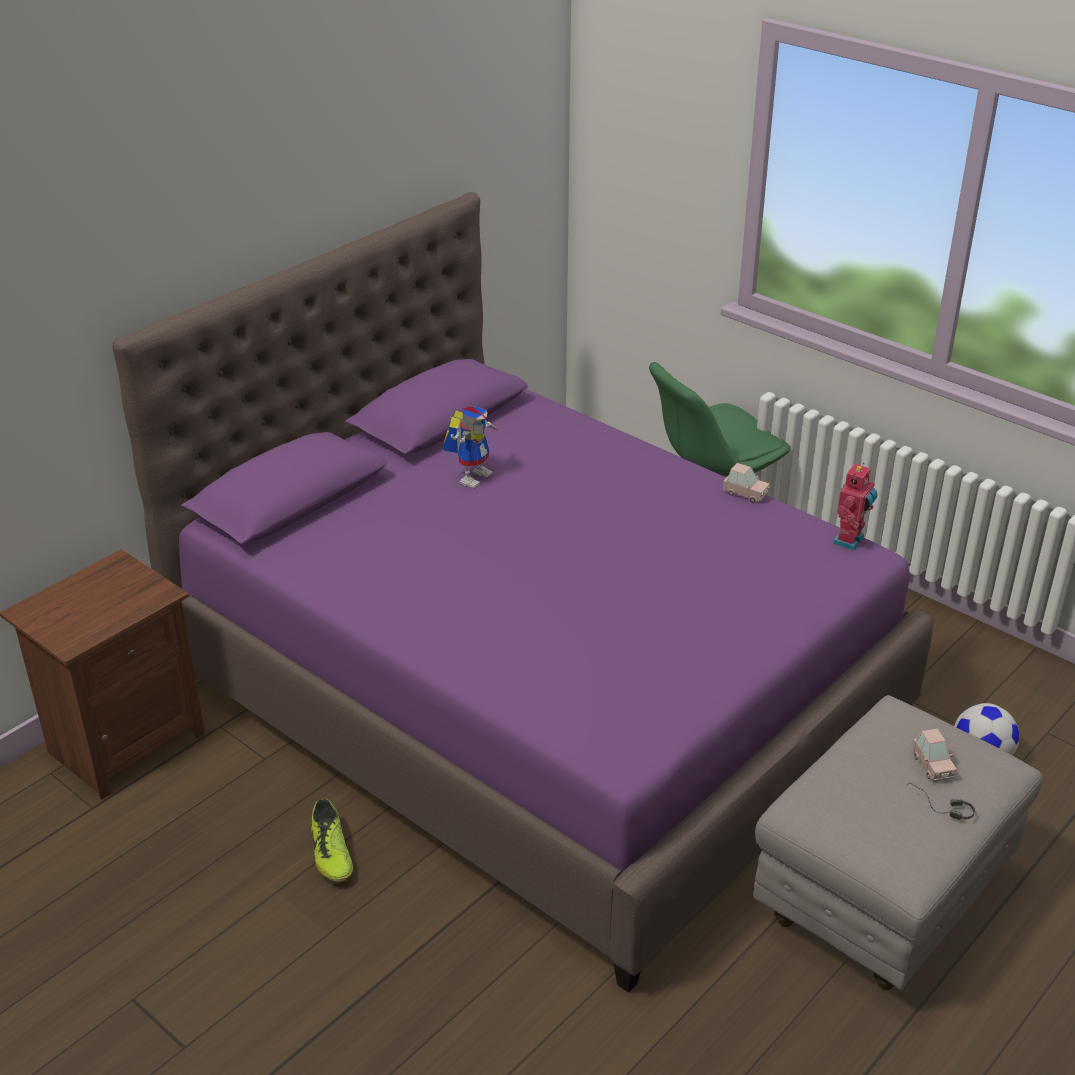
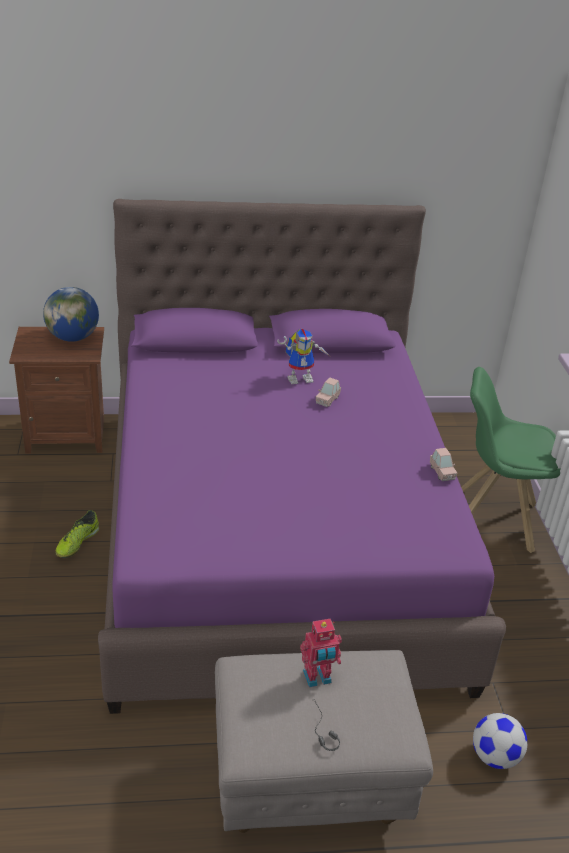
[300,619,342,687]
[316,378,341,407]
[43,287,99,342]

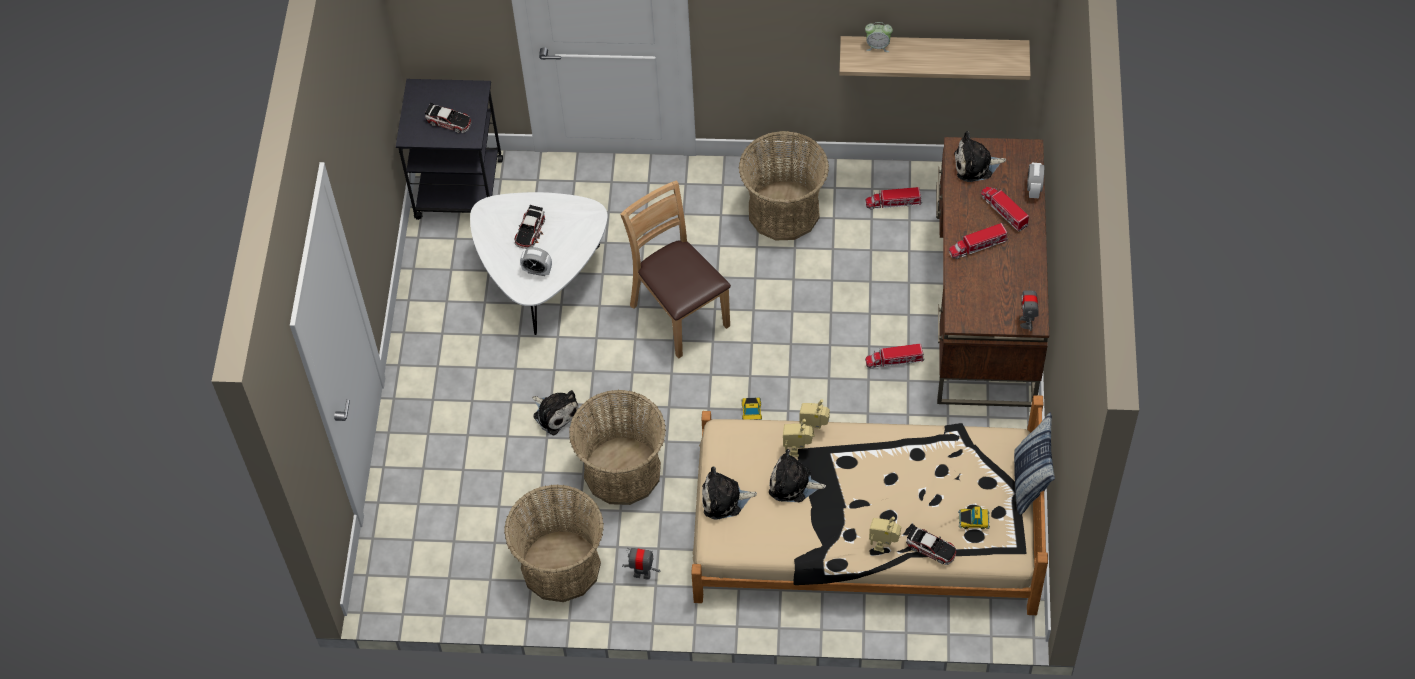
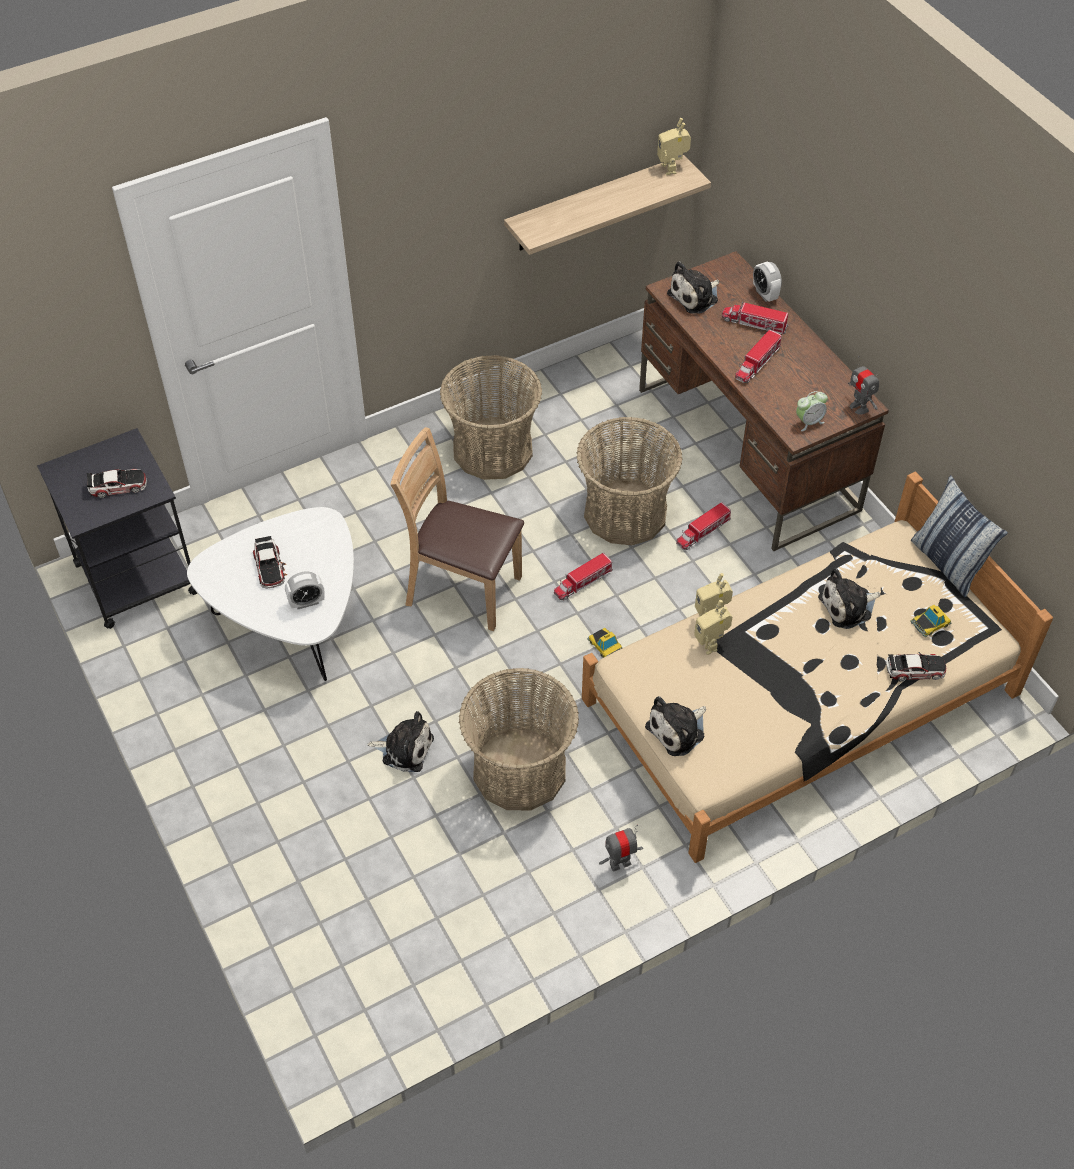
[796,391,828,431]
[554,553,613,600]
[818,568,880,629]
[576,417,682,545]
[657,118,691,175]

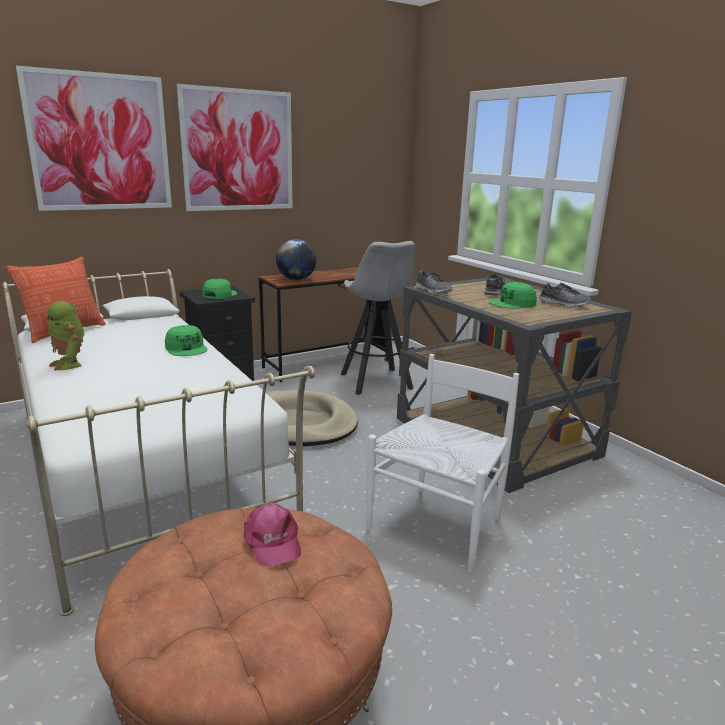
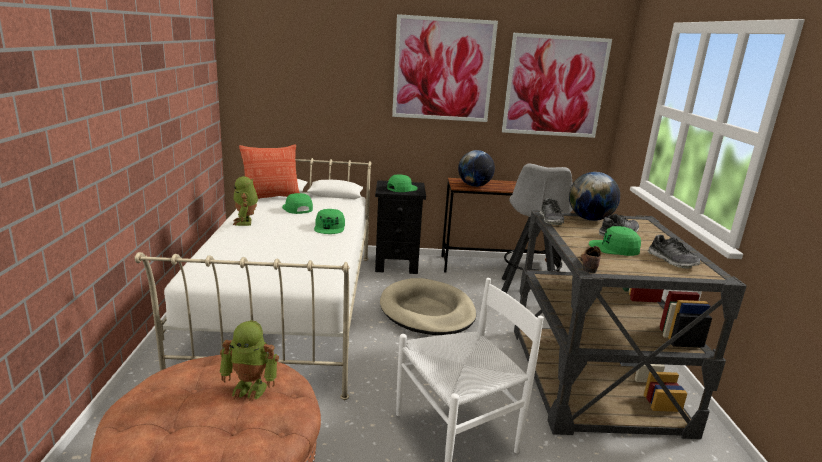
[502,33,612,138]
[220,320,279,401]
[569,172,620,221]
[282,193,313,214]
[580,246,601,273]

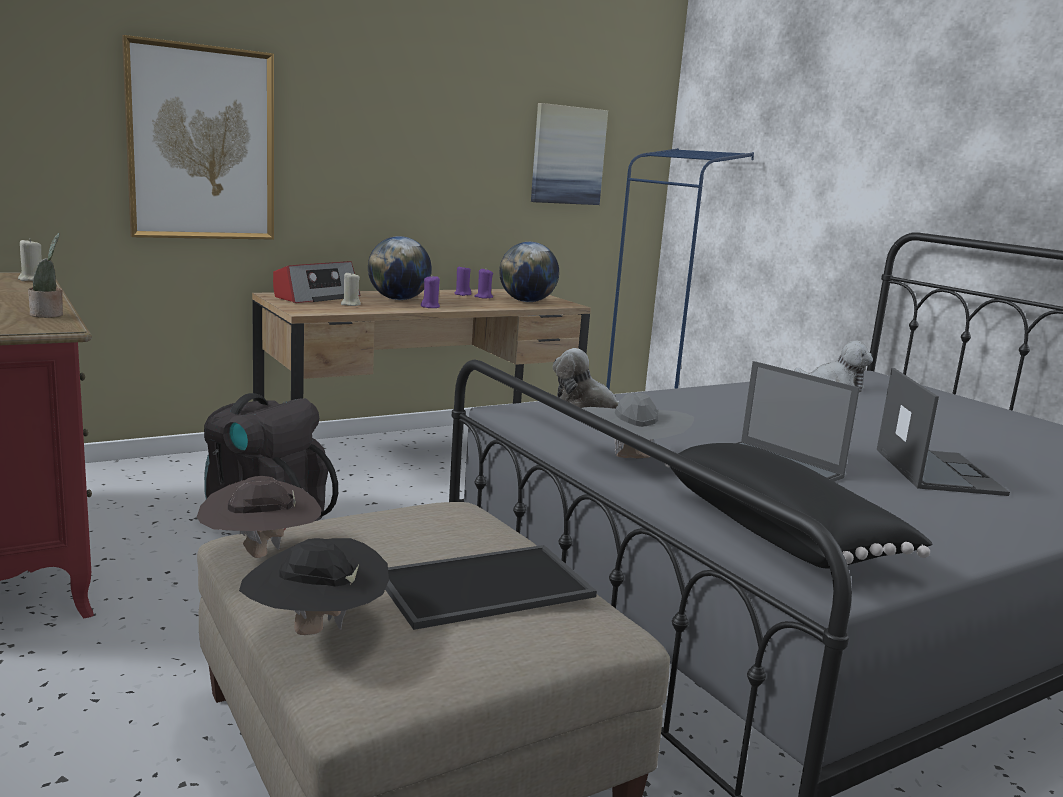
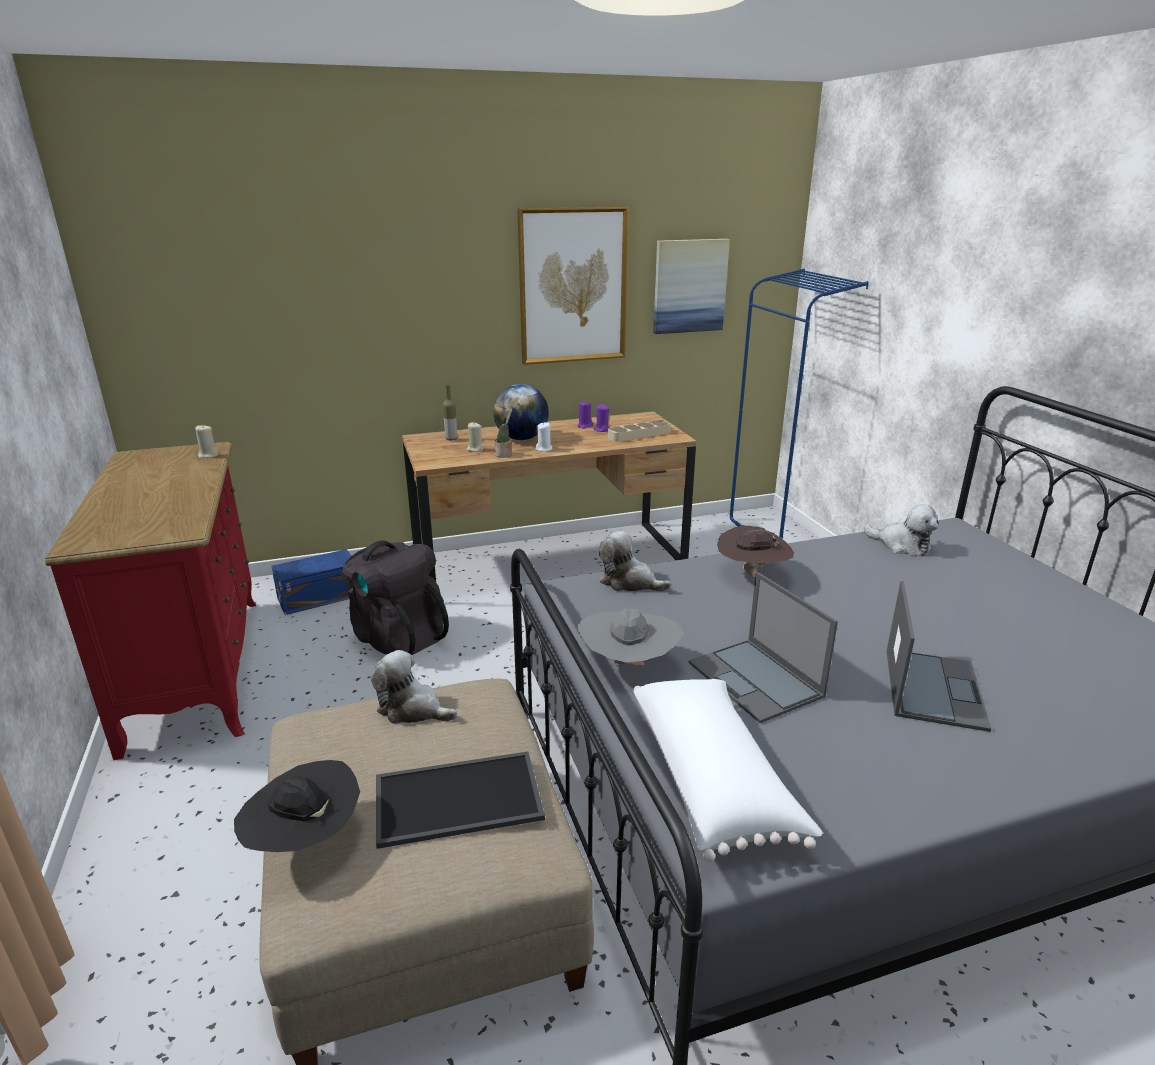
[517,207,629,365]
[494,409,512,458]
[608,420,671,442]
[443,385,457,441]
[535,422,552,452]
[634,679,822,862]
[717,525,794,577]
[271,549,351,615]
[371,650,457,724]

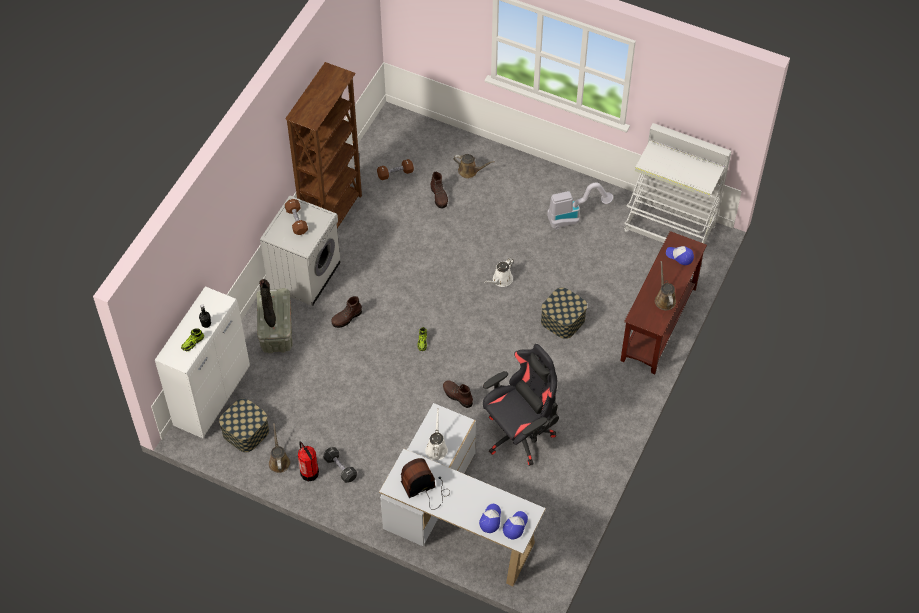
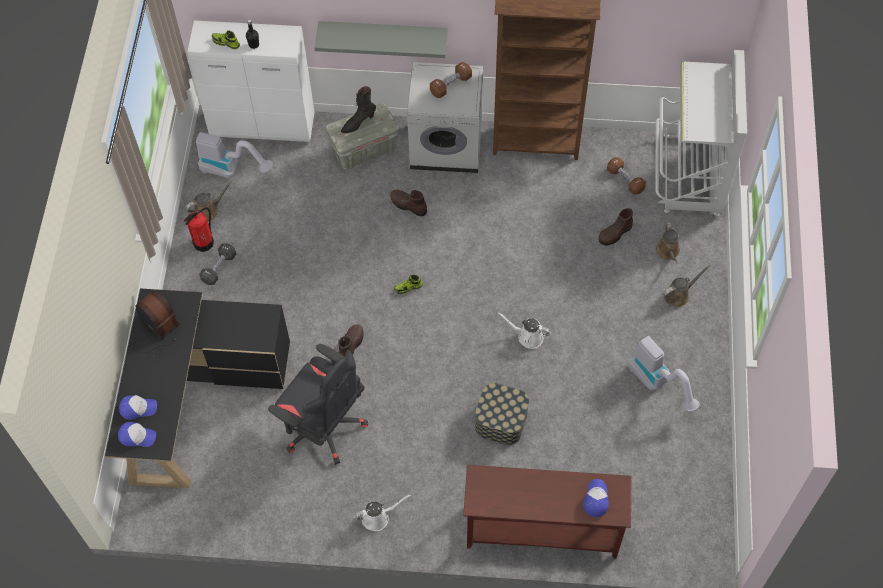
[656,50,747,216]
[663,265,711,307]
[196,132,273,177]
[105,288,290,489]
[354,494,411,531]
[315,21,448,58]

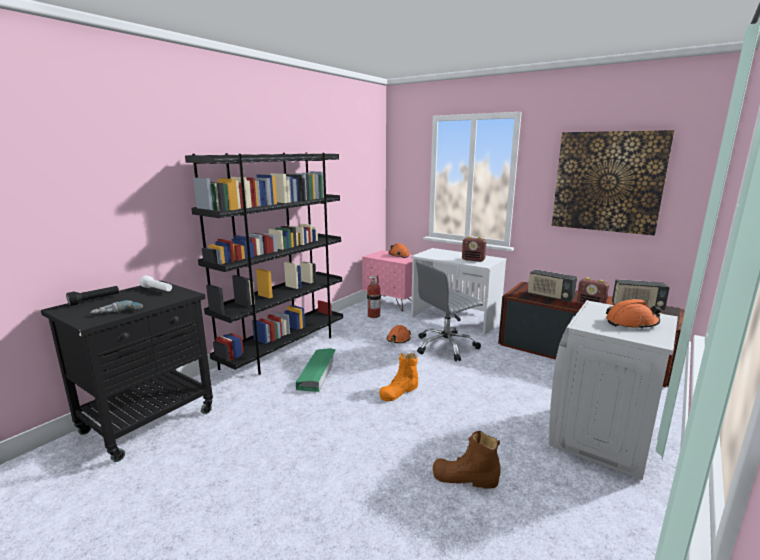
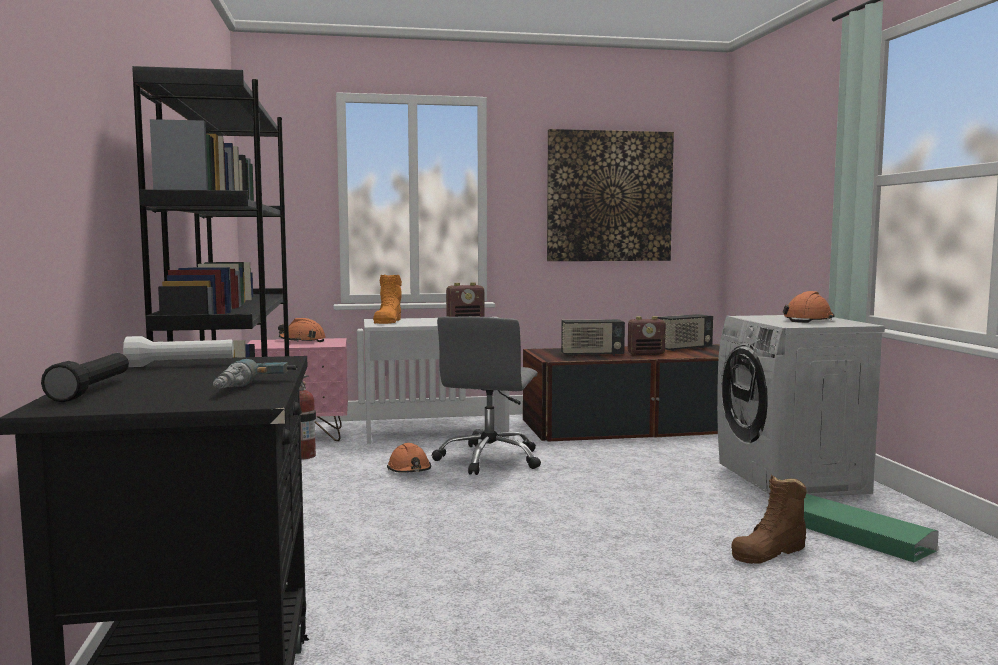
[804,494,939,562]
[373,275,402,324]

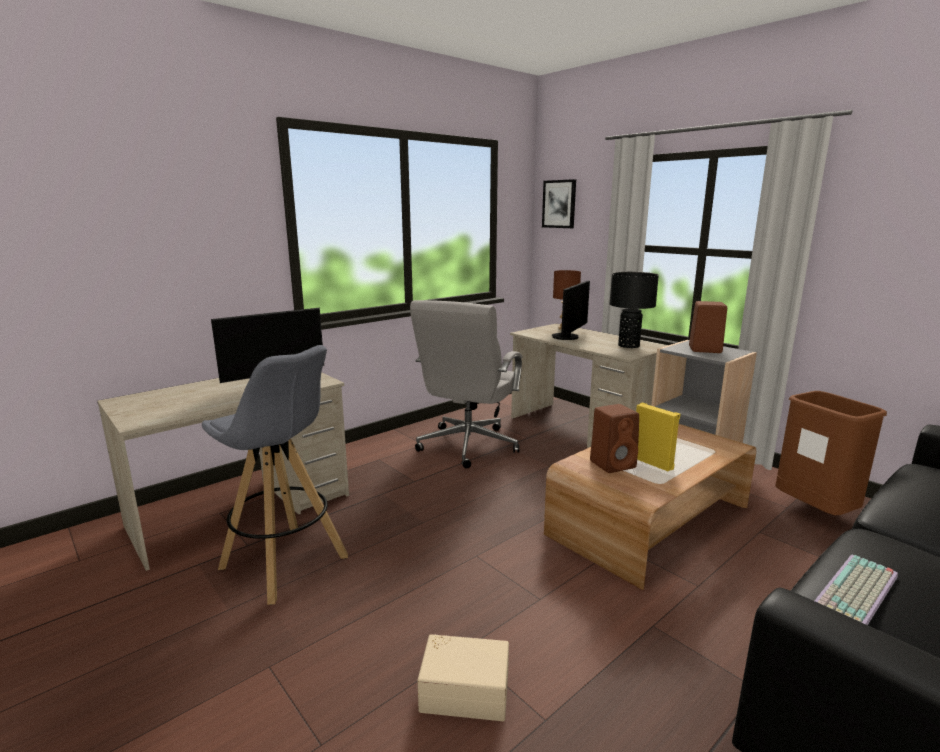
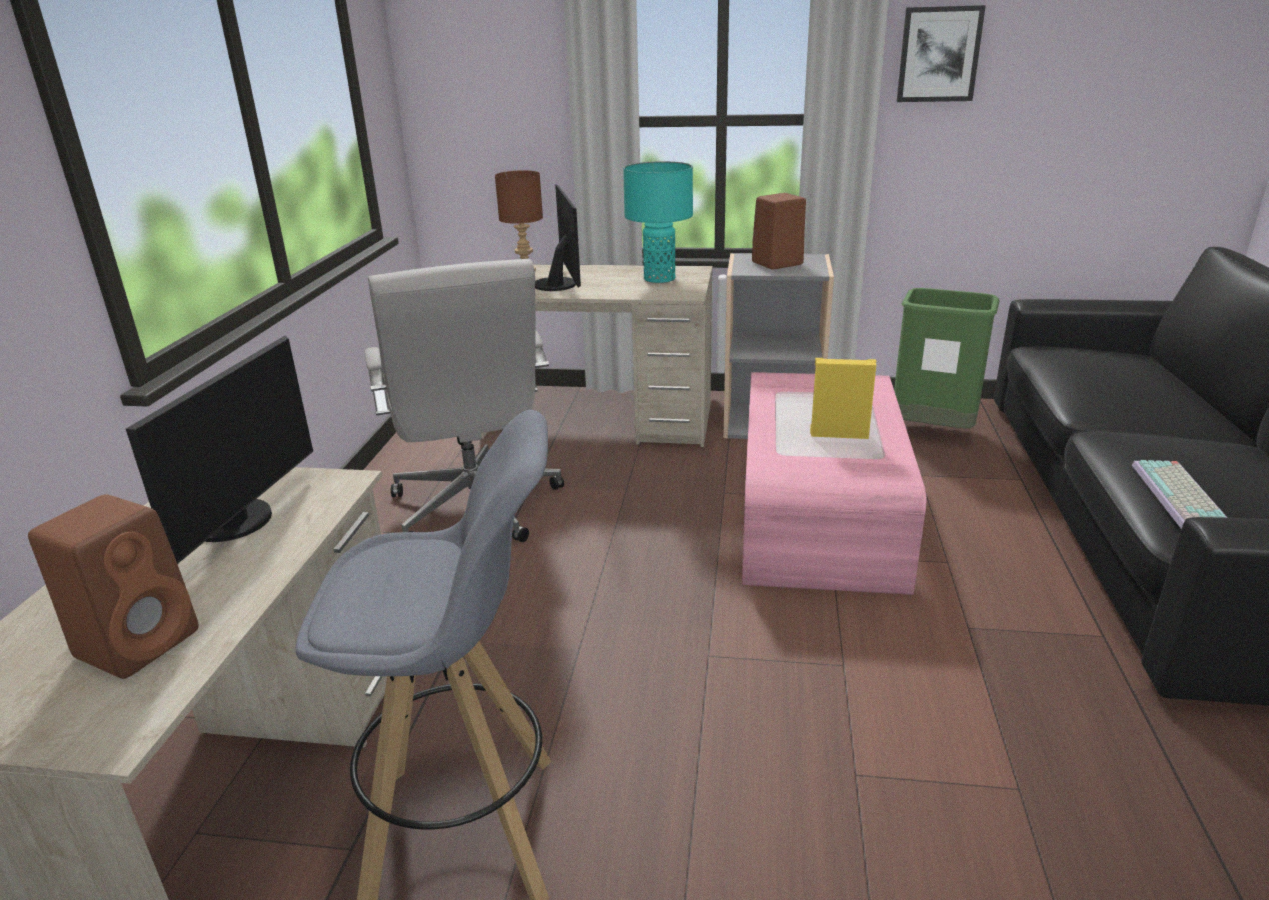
[897,5,986,102]
[623,161,693,283]
[894,288,999,428]
[28,494,199,679]
[742,372,926,595]
[418,634,509,721] (first image)

